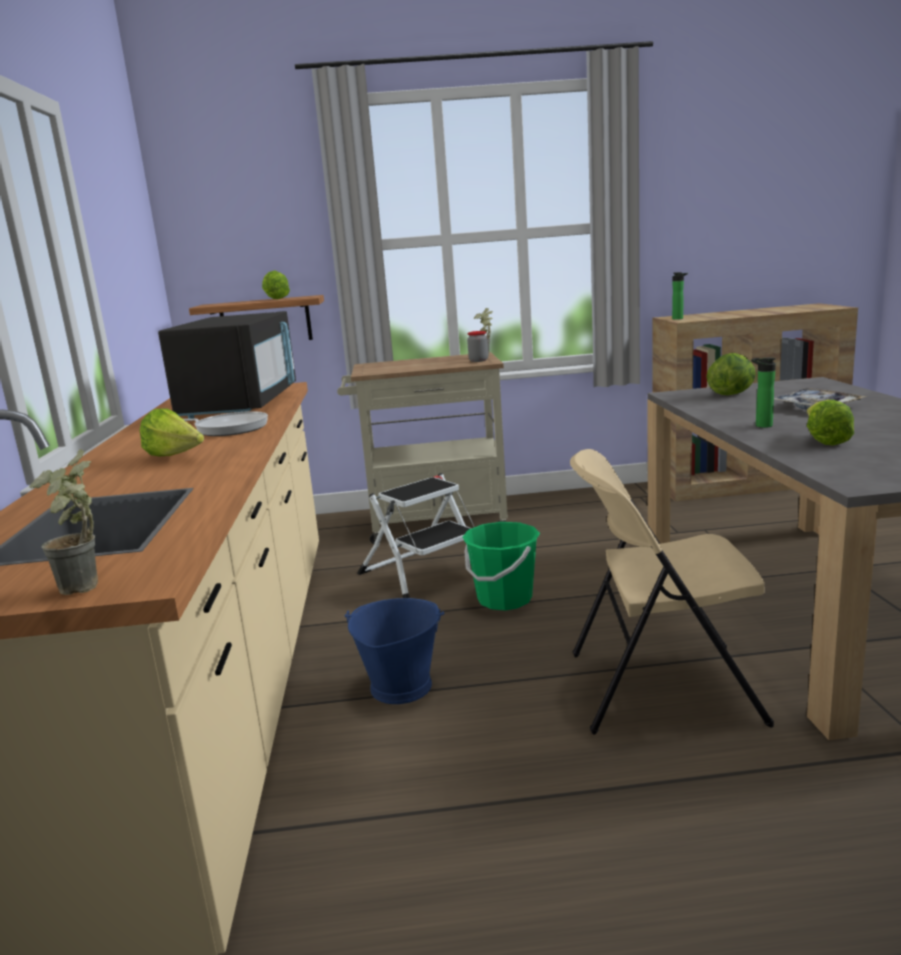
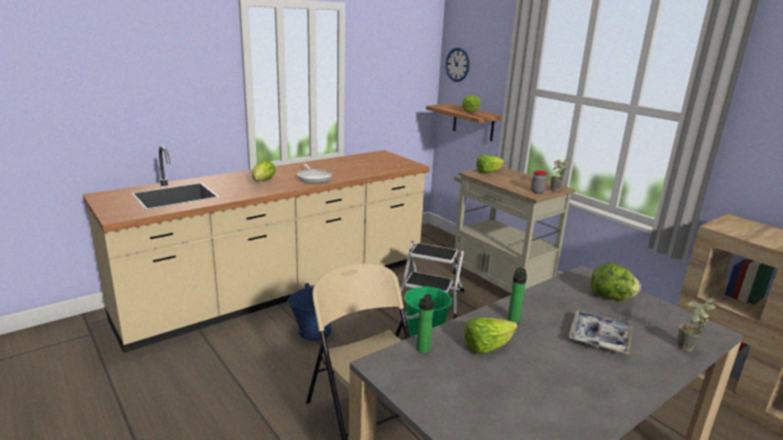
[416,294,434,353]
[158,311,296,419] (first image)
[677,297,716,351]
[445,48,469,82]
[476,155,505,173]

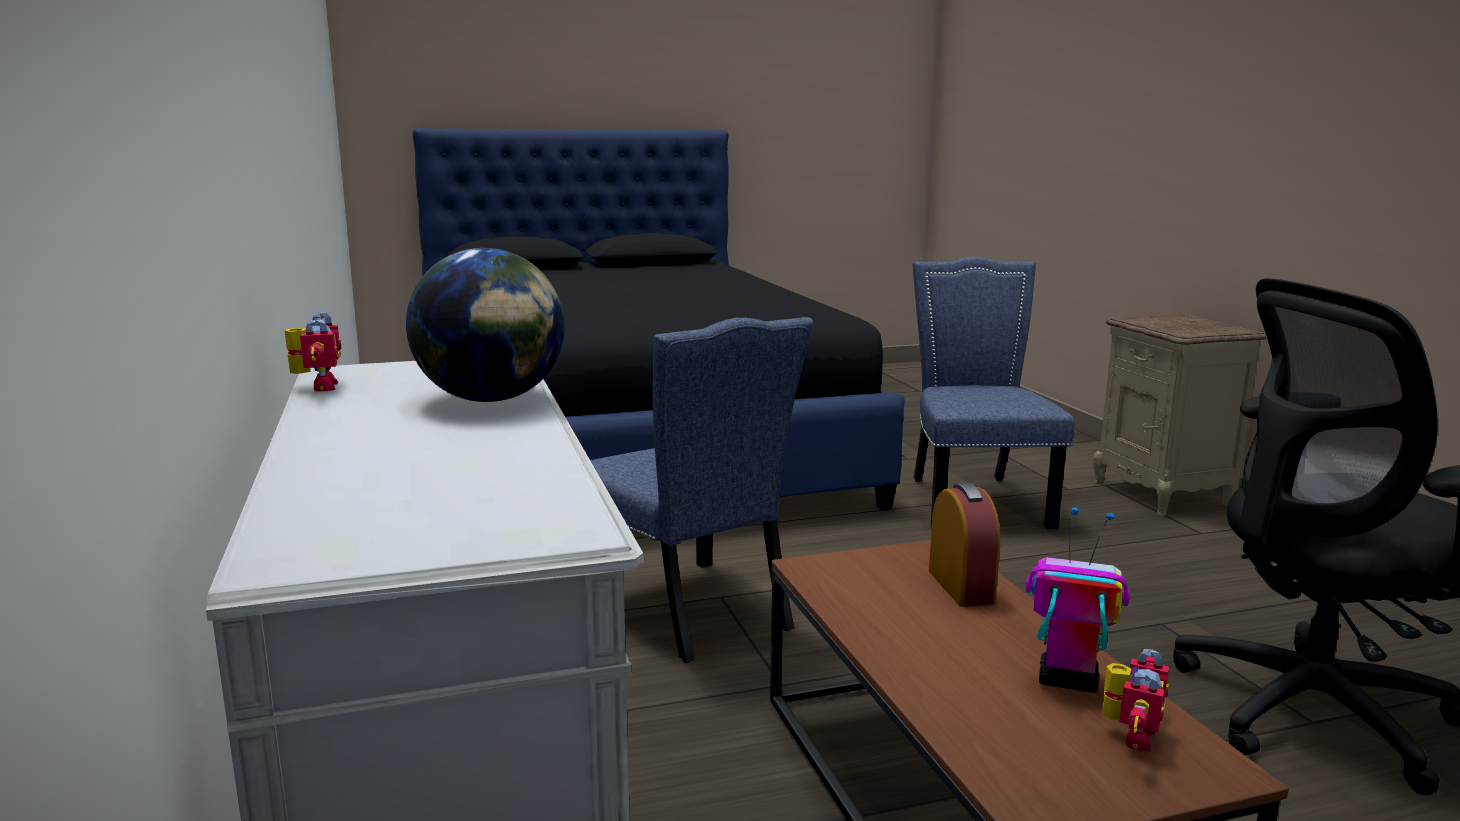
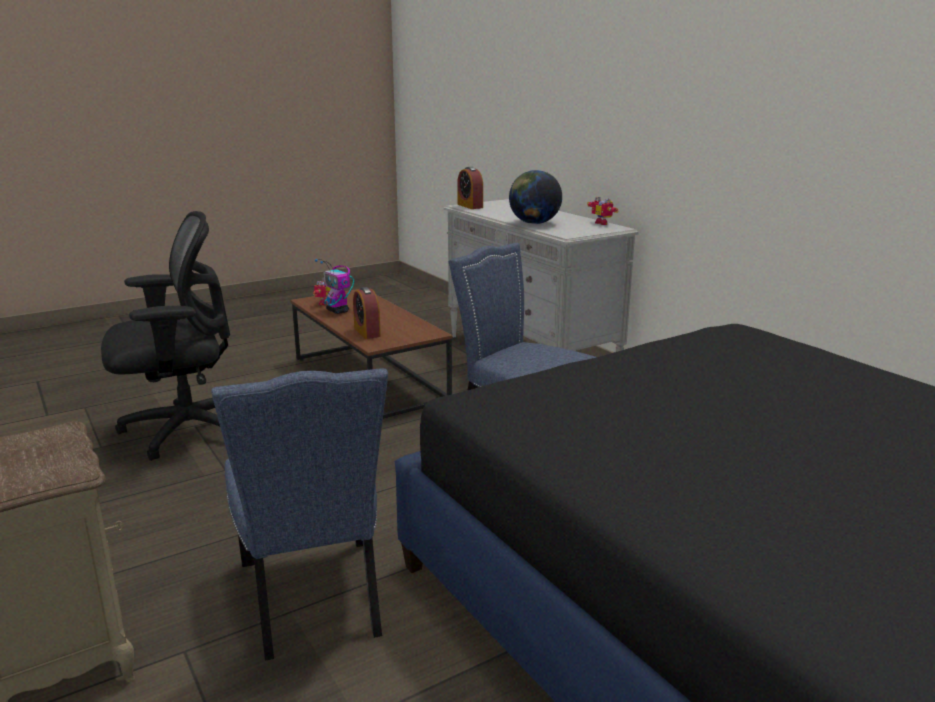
[315,259,354,314]
[457,167,483,209]

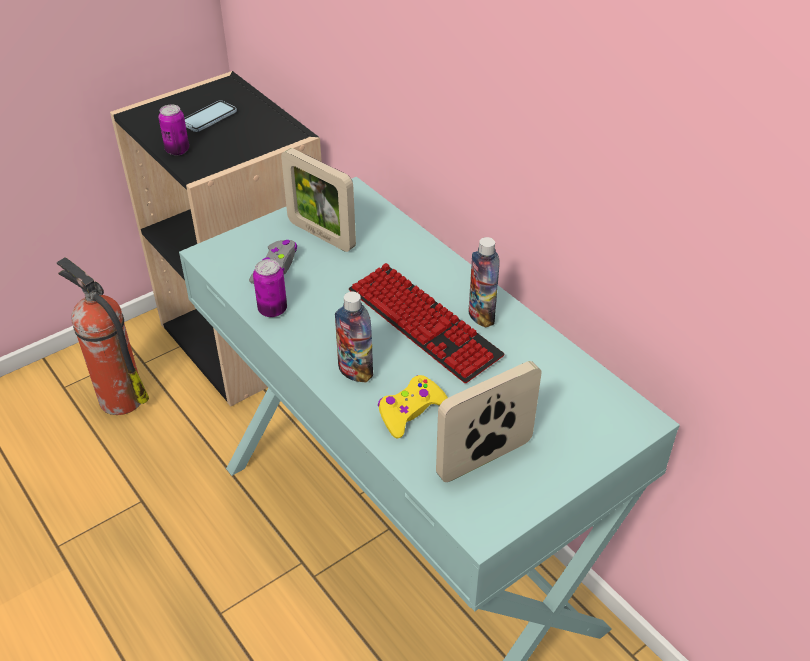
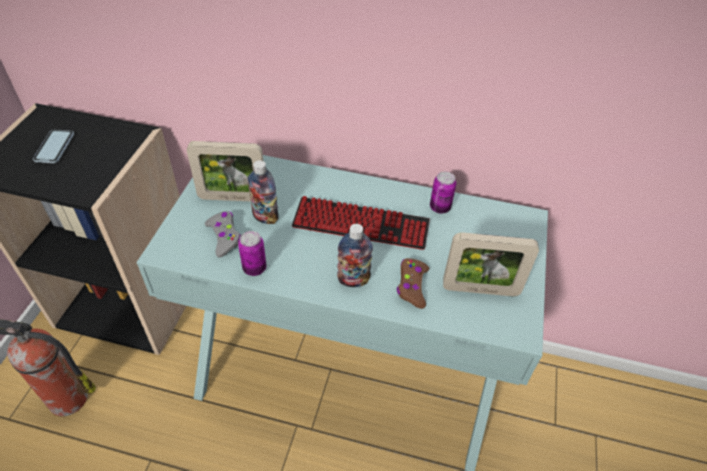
[430,172,456,214]
[248,160,279,224]
[443,232,539,296]
[397,258,429,309]

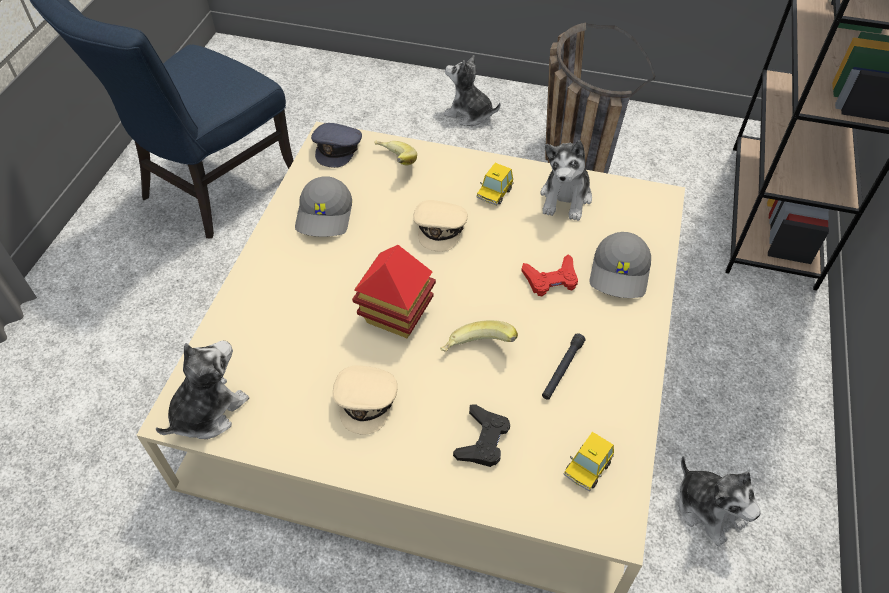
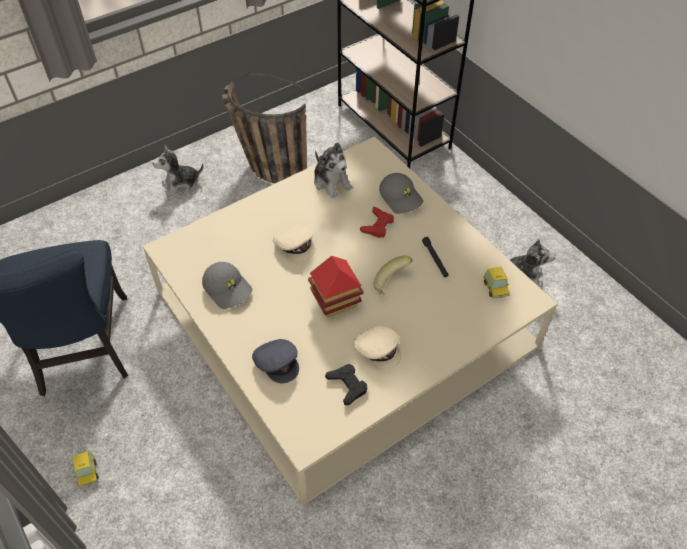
[252,339,299,383]
[374,140,417,165] (first image)
[73,452,99,488]
[156,341,249,439] (first image)
[325,364,367,405]

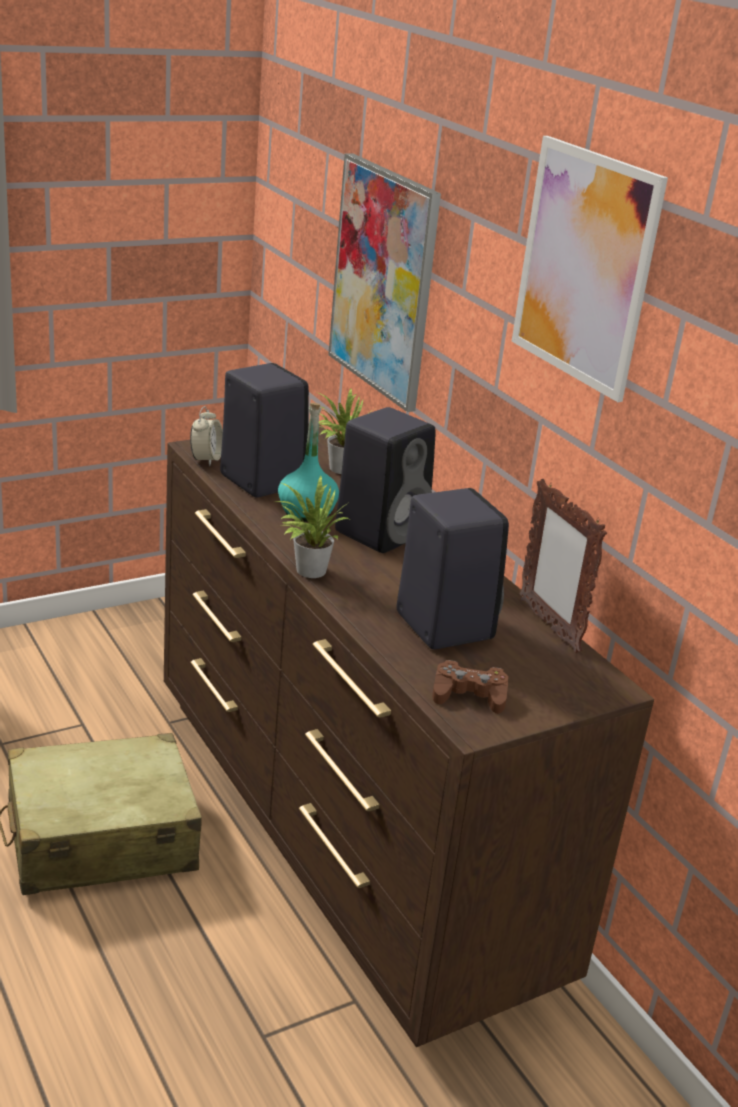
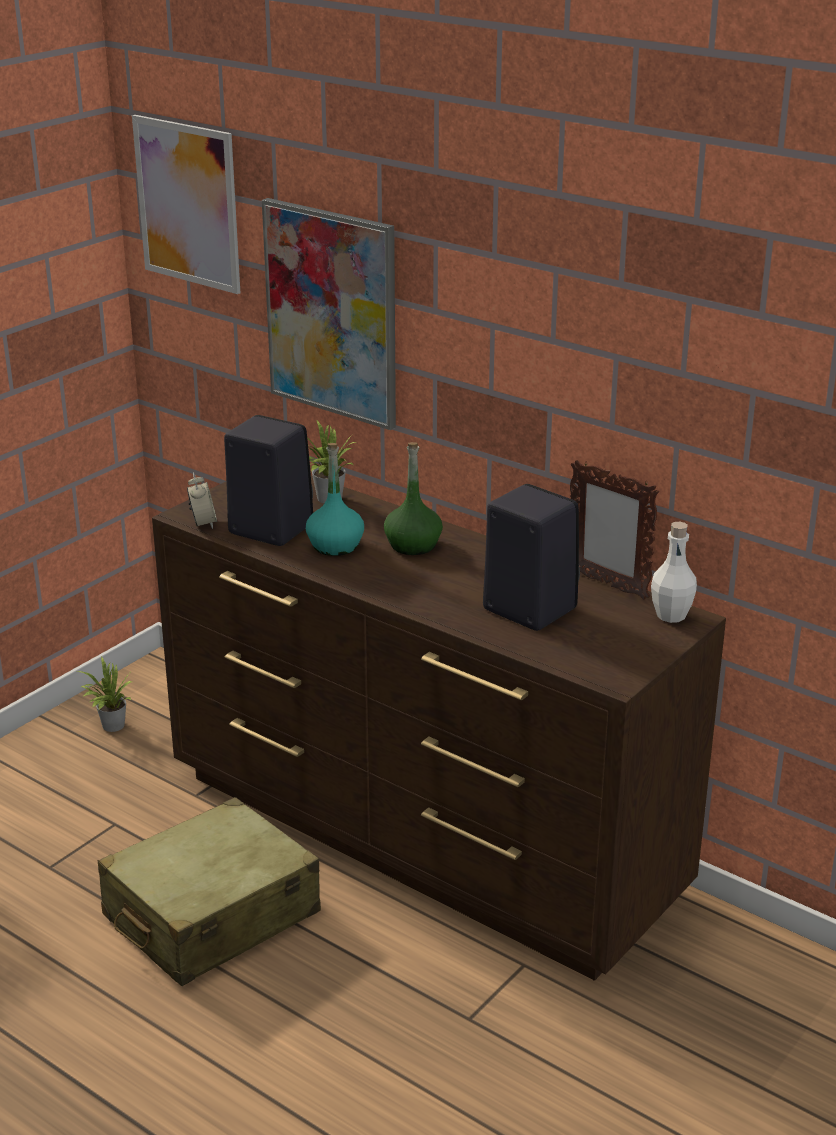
[132,115,240,294]
[384,442,443,555]
[78,657,134,732]
[432,660,508,714] (first image)
[651,522,697,623]

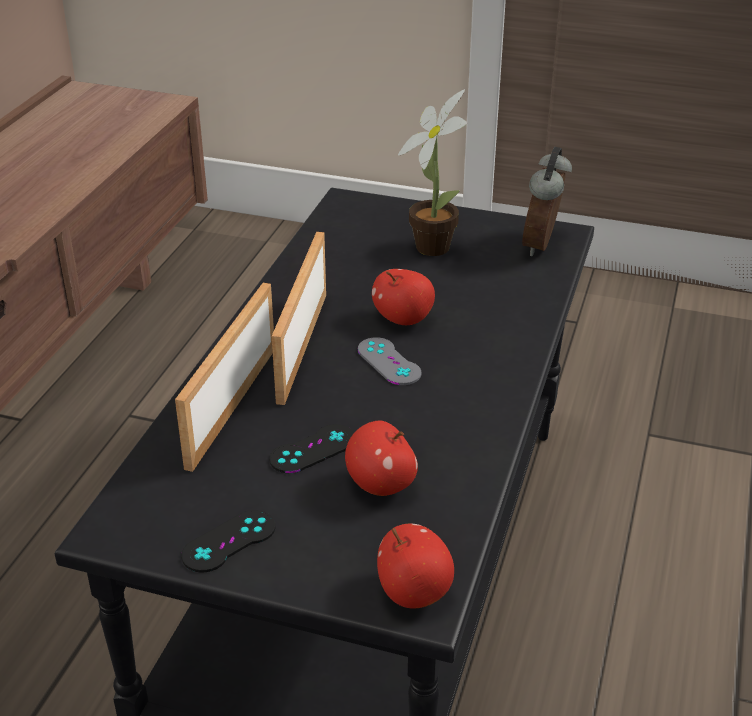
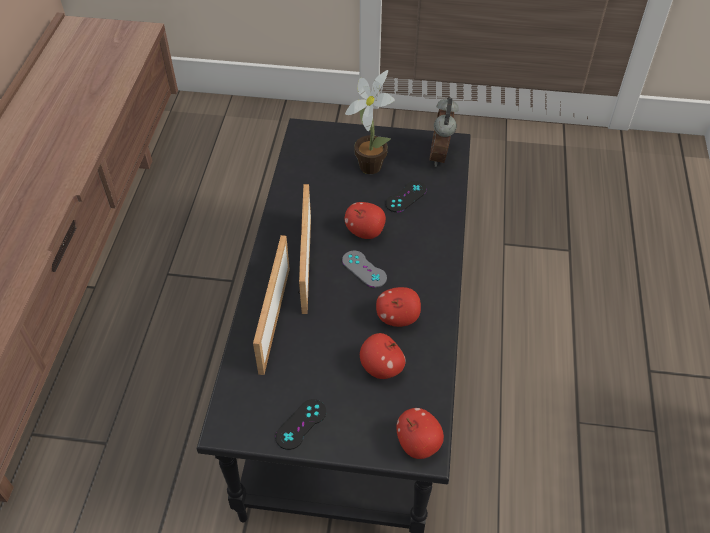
[385,181,427,212]
[376,287,421,327]

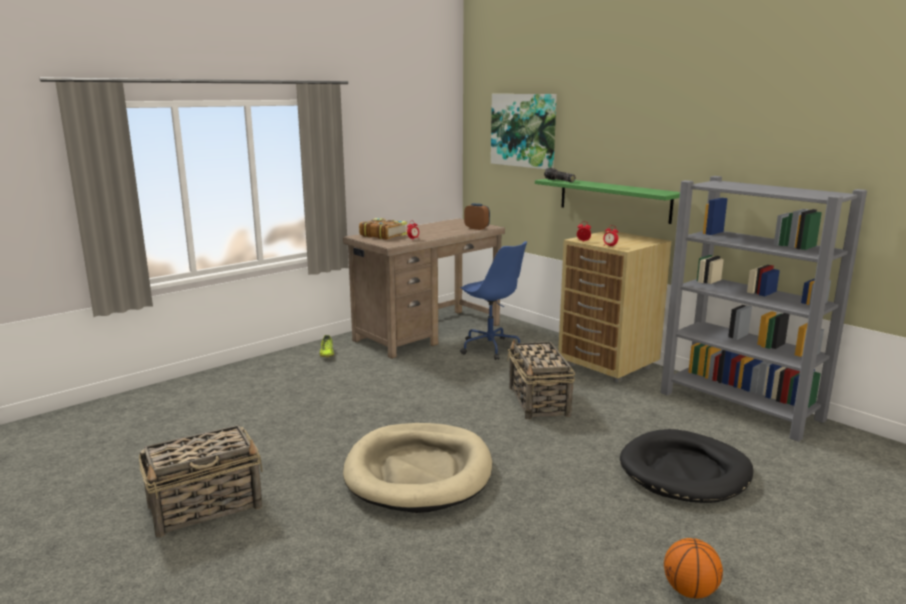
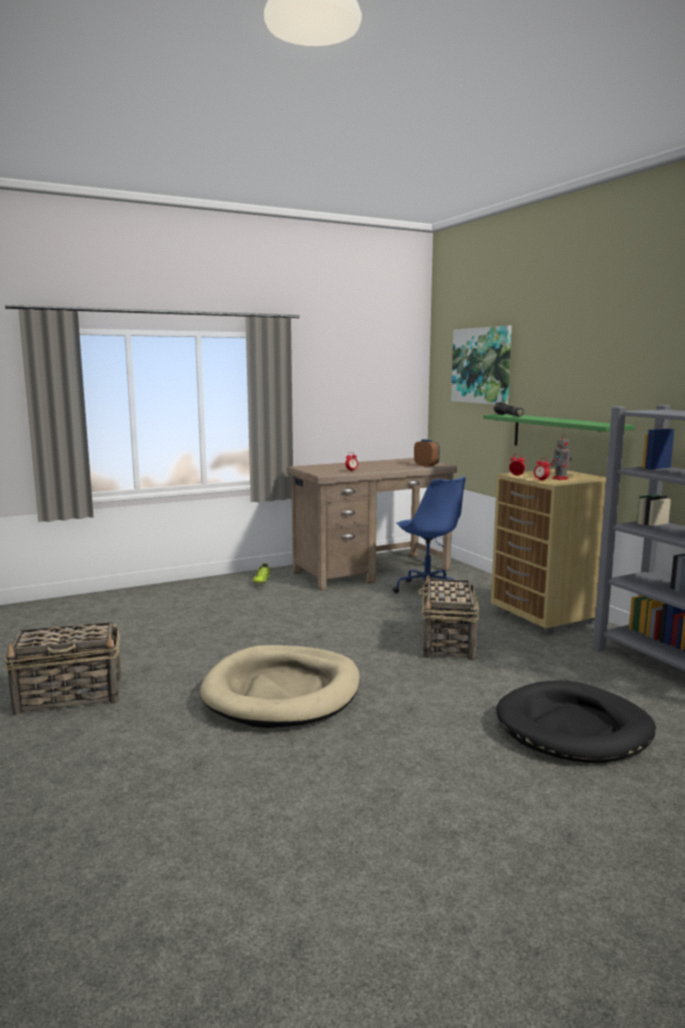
[359,218,407,240] (first image)
[664,538,723,599] (first image)
[551,433,572,480]

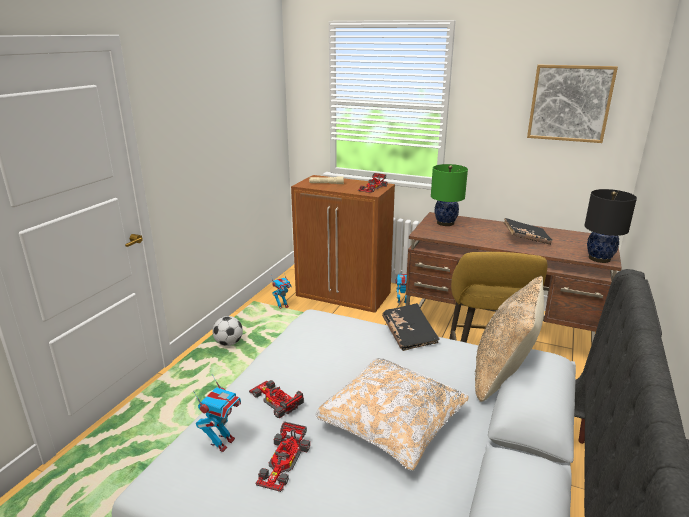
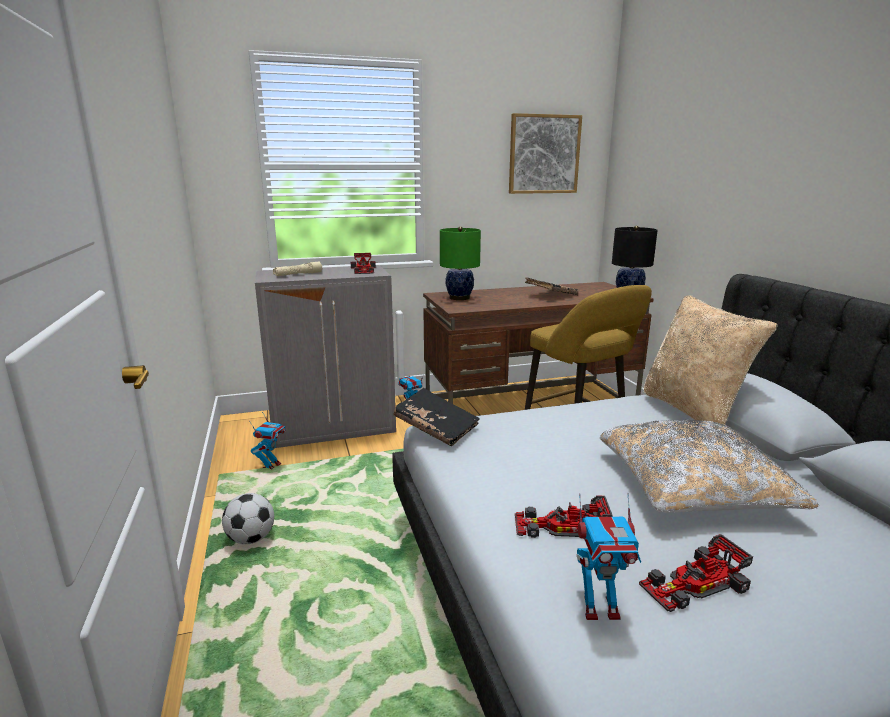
[255,265,396,448]
[393,388,480,446]
[577,493,641,620]
[639,534,753,612]

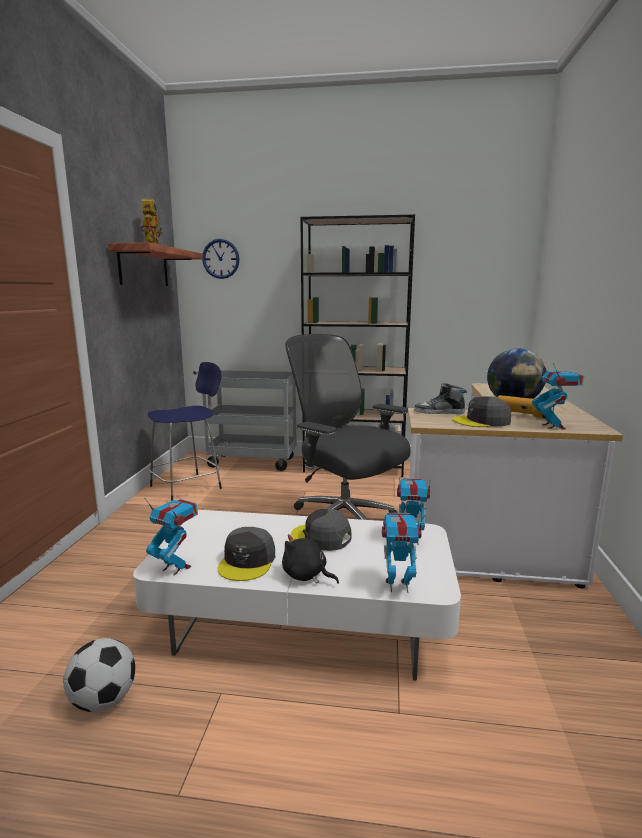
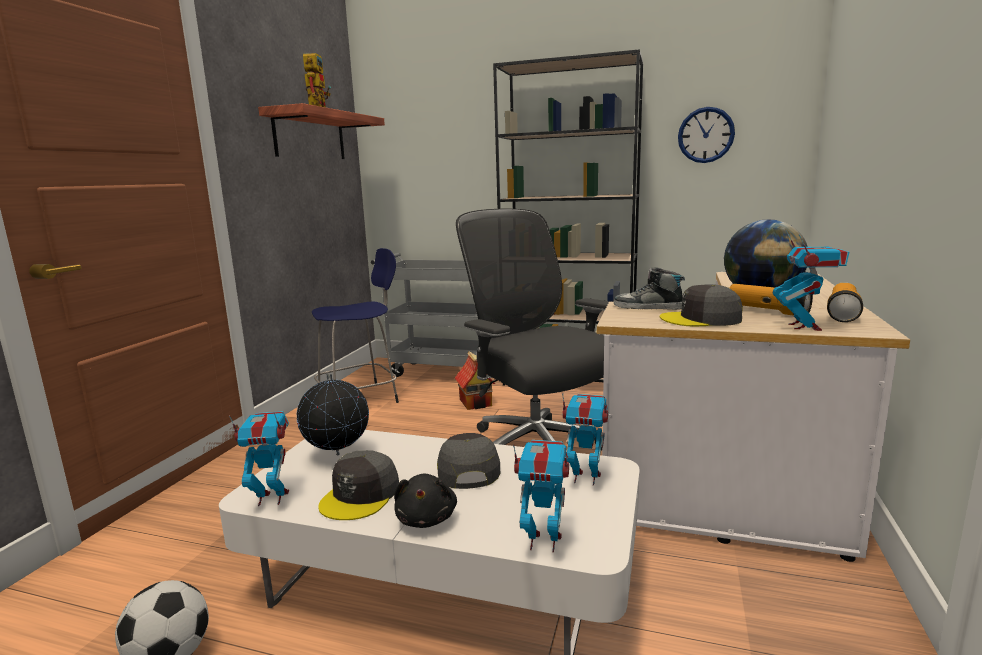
[678,107,735,163]
[229,411,289,506]
[437,433,500,489]
[394,474,457,528]
[827,283,863,322]
[455,352,495,410]
[297,373,369,456]

